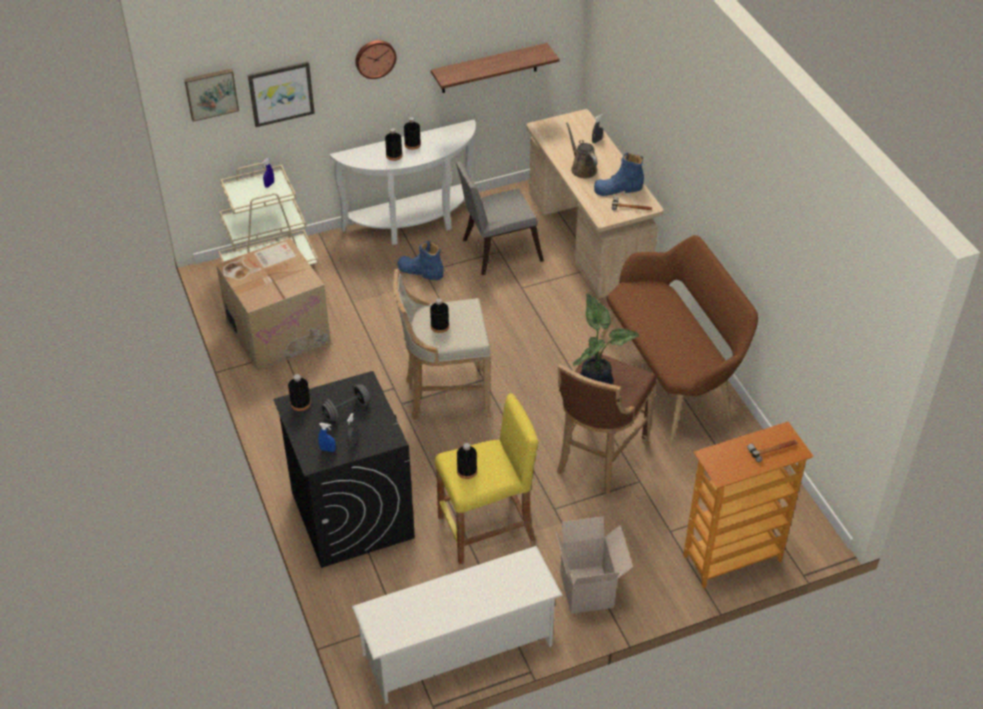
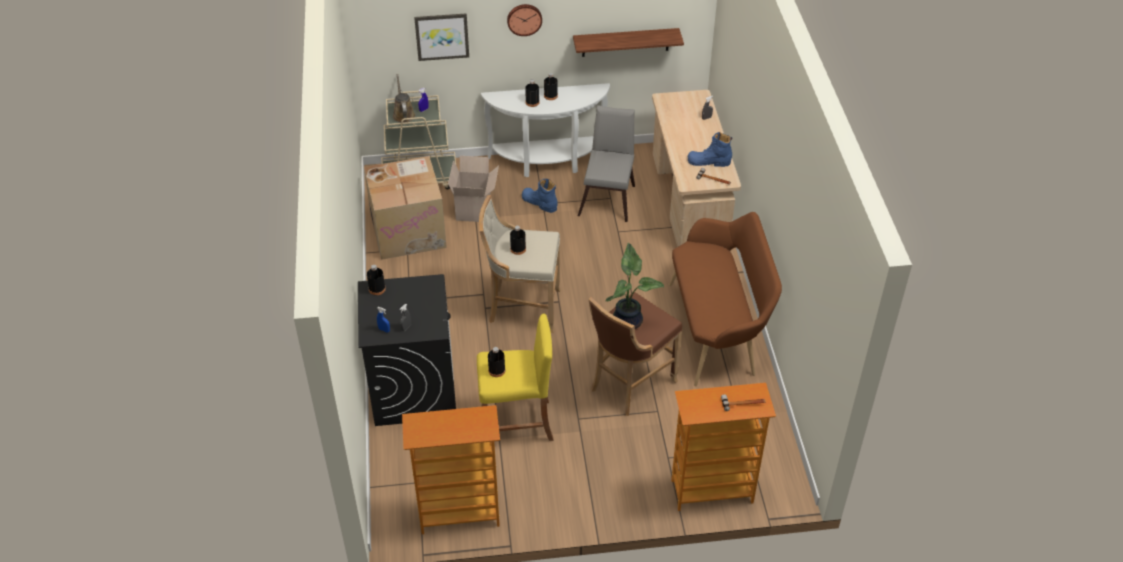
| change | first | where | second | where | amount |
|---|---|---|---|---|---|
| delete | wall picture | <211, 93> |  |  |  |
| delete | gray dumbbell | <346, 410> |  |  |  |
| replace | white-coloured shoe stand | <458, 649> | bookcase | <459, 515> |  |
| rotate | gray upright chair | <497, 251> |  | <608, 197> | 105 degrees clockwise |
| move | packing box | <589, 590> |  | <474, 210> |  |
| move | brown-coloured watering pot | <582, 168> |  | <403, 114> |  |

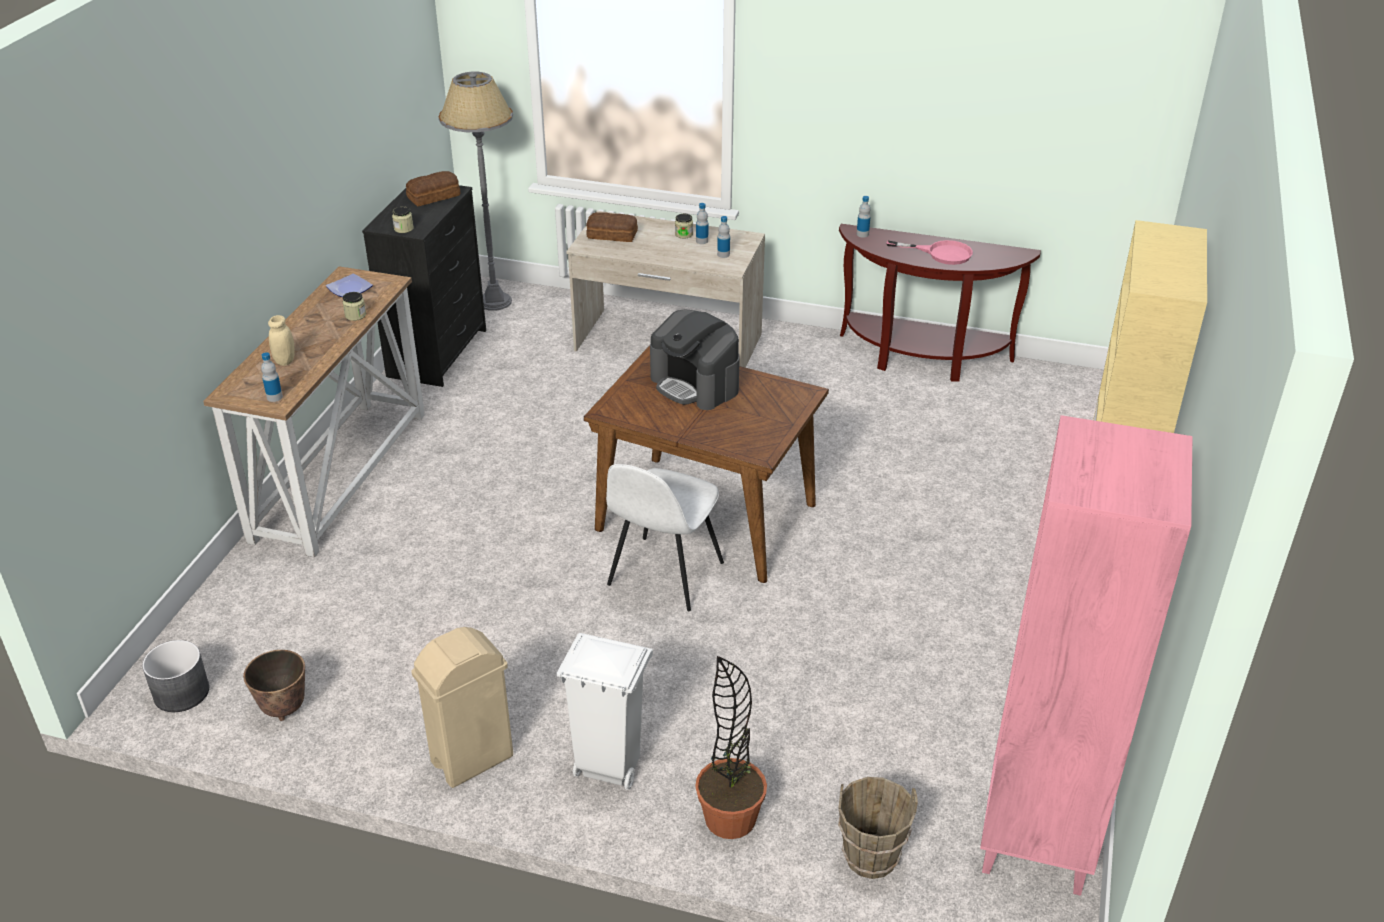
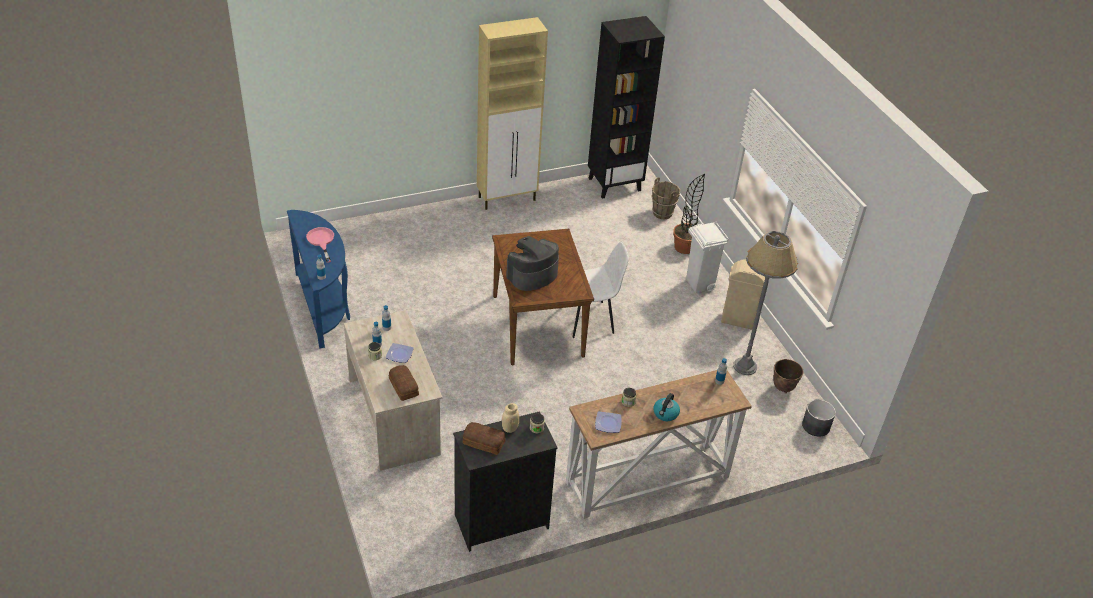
| change | first | where | second | where | amount |
|---|---|---|---|---|---|
| move | beige-coloured storage jar | <285, 361> |  | <510, 428> |  |
| move | gray standard lamp | <494, 302> |  | <745, 366> |  |
| rotate | coffee machine | <695, 384> |  | <532, 275> | 135 degrees counterclockwise |
| recolor | brown-coloured hall table | <922, 358> | bluish hall table | <324, 307> |  |
| recolor | pink bookcase | <1037, 838> | black bookcase | <614, 184> |  |
| insert |  |  | plate | <399, 354> |  |
| insert |  |  | kettle | <665, 414> |  |

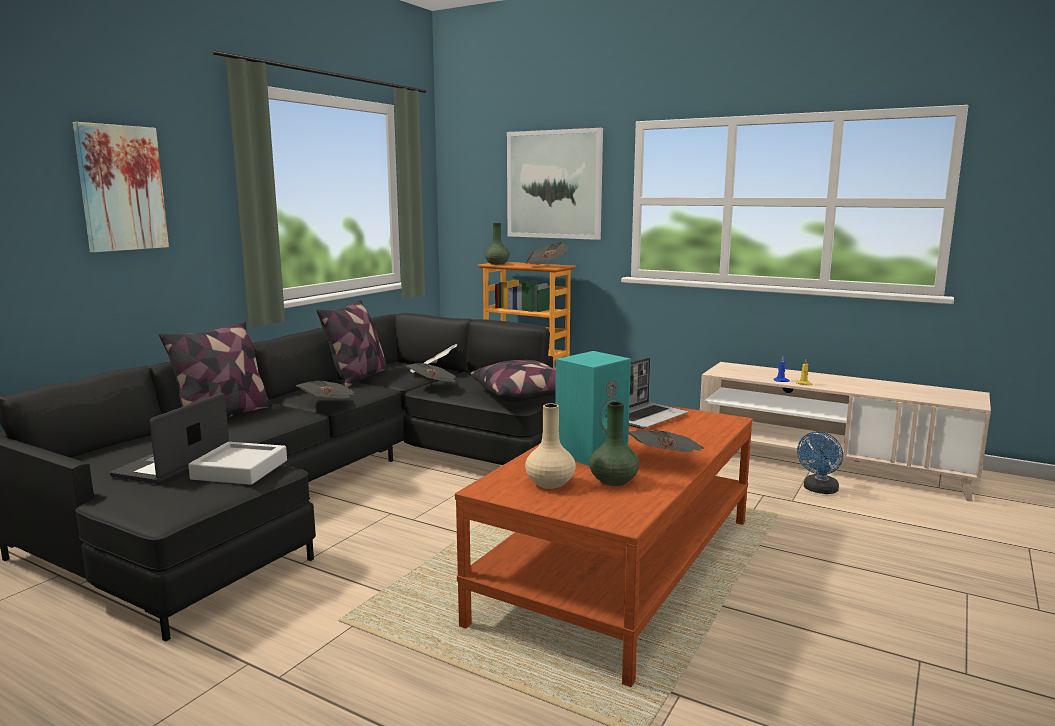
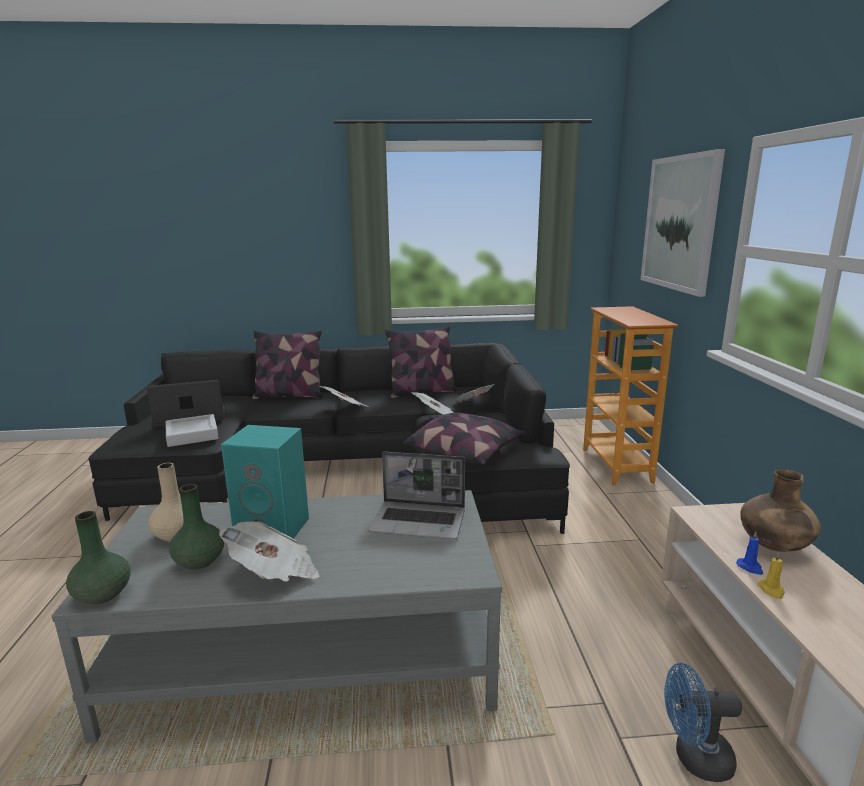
| change | first | where | second | where | amount |
|---|---|---|---|---|---|
| delete | wall picture | <121, 188> |  |  |  |
| recolor | brown-coloured coffee table | <621, 567> | gray coffee table | <309, 655> |  |
| move | greenish vase | <497, 264> |  | <102, 595> |  |
| delete | printed paper | <546, 266> |  |  |  |
| insert |  |  | brown-coloured vase | <774, 546> |  |

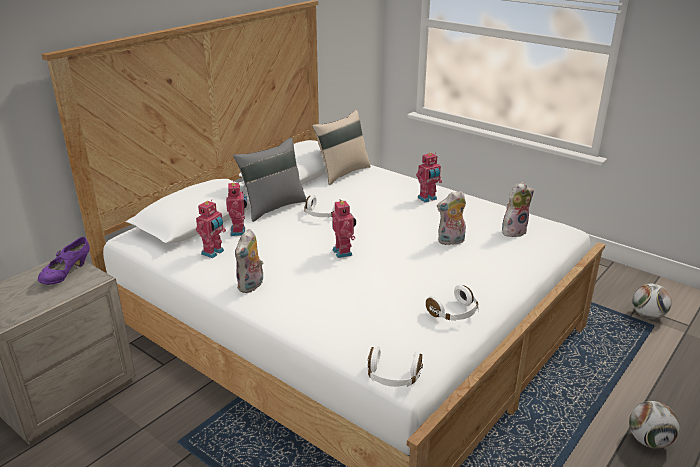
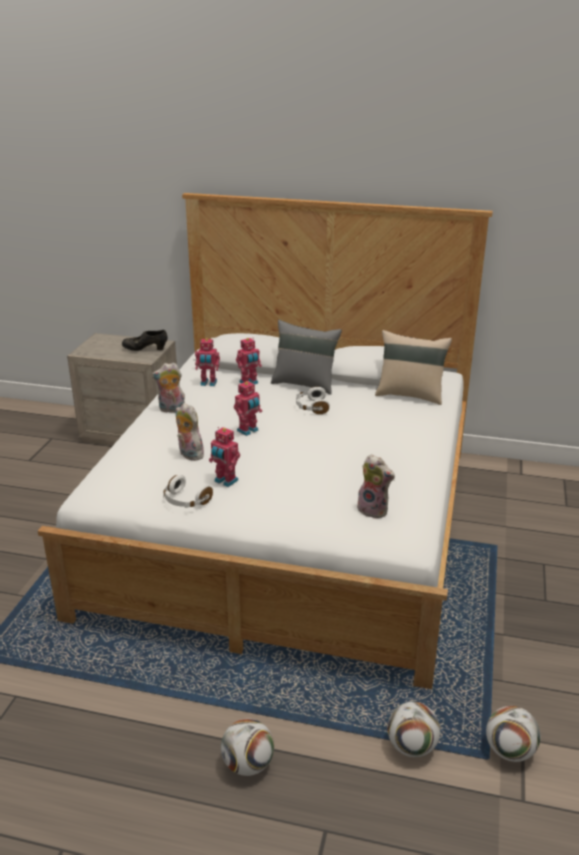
| change | first | where | second | where | amount |
|---|---|---|---|---|---|
| recolor | purple-coloured item of footwear | <67, 274> | black item of footwear | <145, 349> |  |
| delete | white-coloured headset | <393, 377> |  |  |  |
| move | toy robot | <428, 199> |  | <225, 481> |  |
| move | plush toy | <451, 241> |  | <189, 454> |  |
| insert |  |  | football ball | <411, 747> |  |

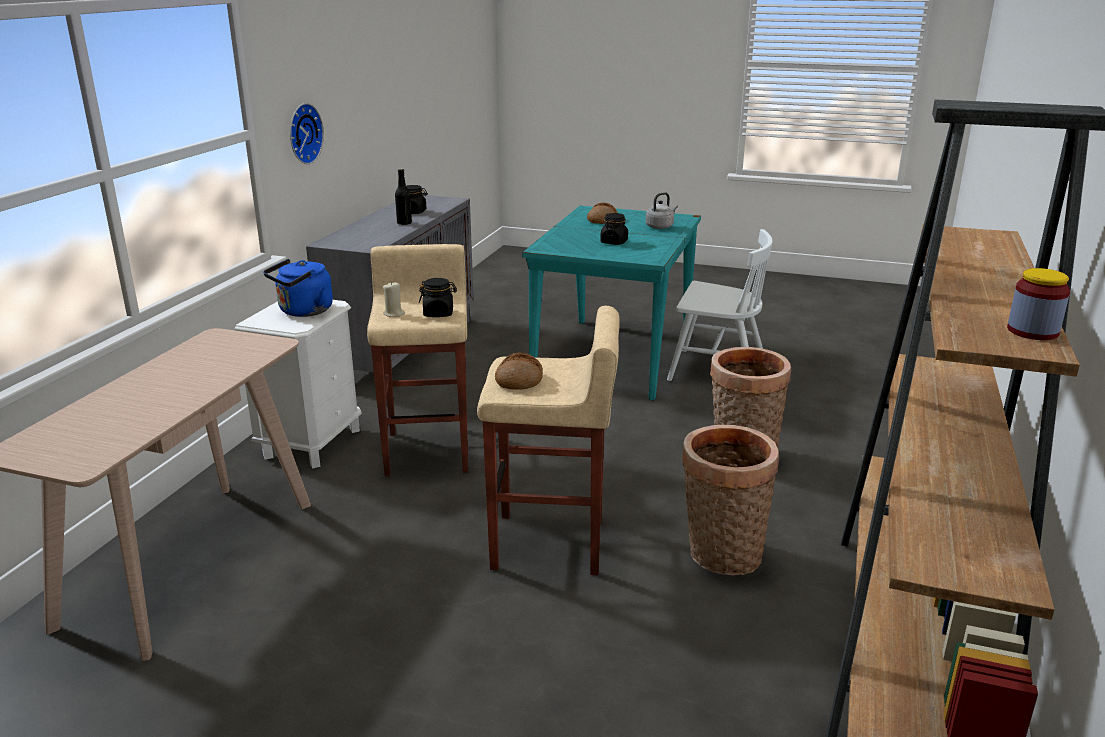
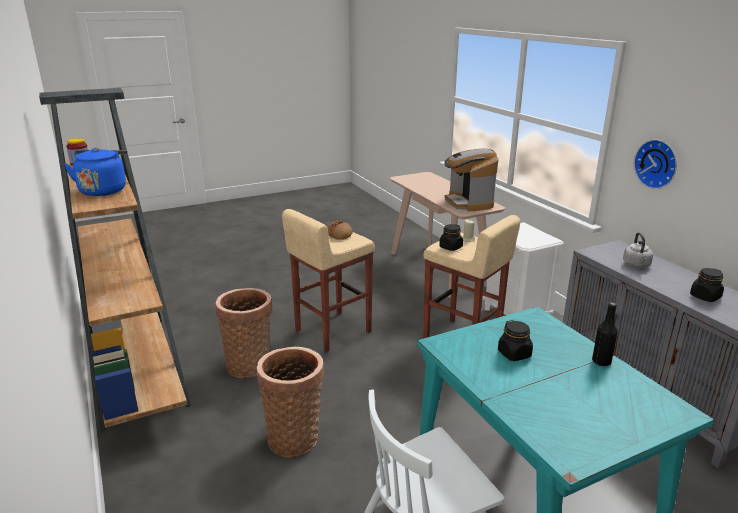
| change | first | where | second | where | amount |
|---|---|---|---|---|---|
| move | bluish kettle | <303, 312> |  | <103, 190> |  |
| move | black drink bottle | <404, 223> |  | <601, 361> |  |
| delete | bakery bread | <602, 220> |  |  |  |
| move | gray kettle | <660, 227> |  | <636, 265> |  |
| insert |  |  | coffee machine | <468, 203> |  |

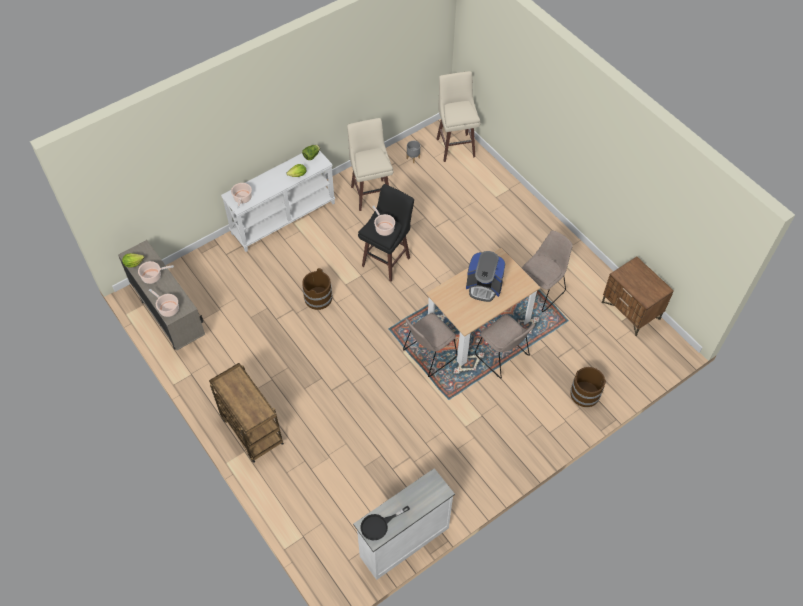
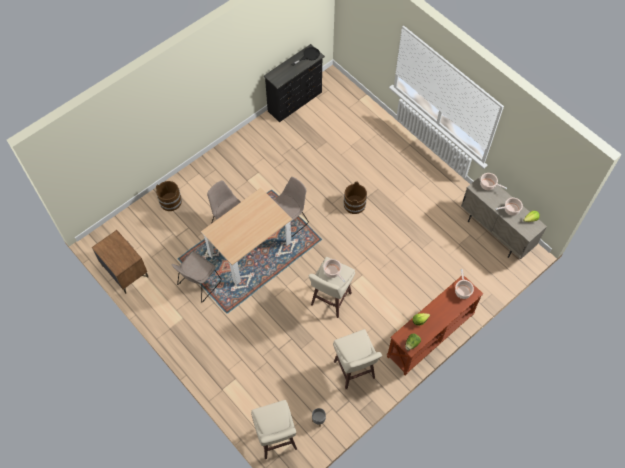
| change | first | where | second | where | amount |
|---|---|---|---|---|---|
| delete | brown-coloured wheeled cart | <251, 430> |  |  |  |
| recolor | white-coloured hall table | <283, 217> | brown-coloured hall table | <430, 336> |  |
| move | brown-coloured pail | <318, 298> |  | <354, 204> |  |
| recolor | white-coloured dresser | <403, 541> | black dresser | <295, 102> |  |
| recolor | black sitting stool | <387, 261> | beige-coloured sitting stool | <330, 300> |  |
| delete | coffee machine | <484, 286> |  |  |  |

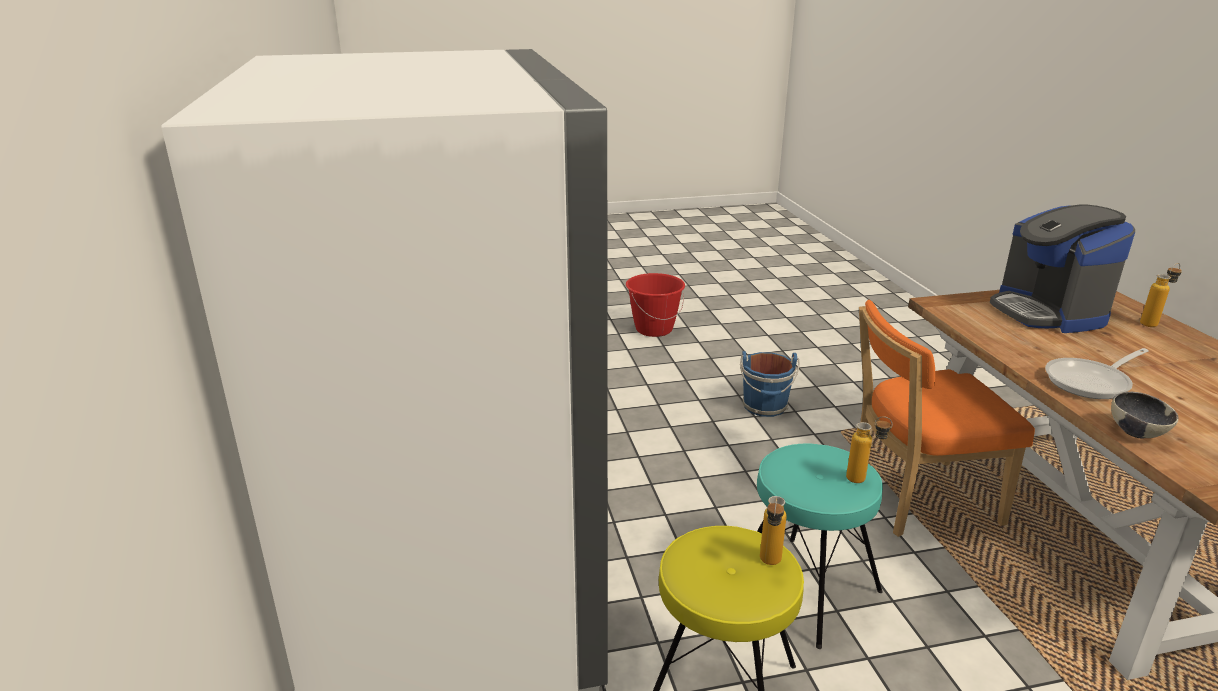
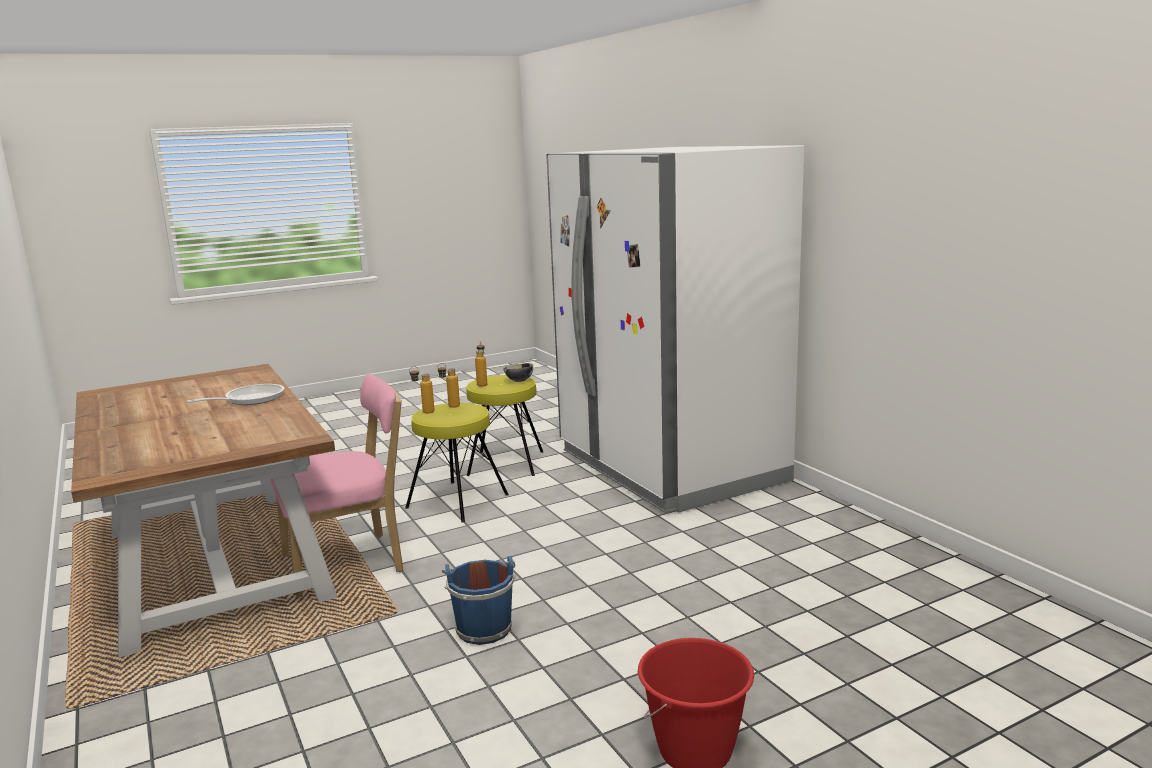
| change | first | where | second | where | amount |
|---|---|---|---|---|---|
| recolor | blue-green sitting stool | <804, 590> | yellowish sitting stool | <457, 501> |  |
| recolor | orange-coloured upright chair | <915, 499> | pink upright chair | <349, 563> |  |
| delete | coffee machine | <1047, 312> |  |  |  |
| move | deep dish | <1136, 432> |  | <519, 381> |  |
| move | drink bottle | <1152, 323> |  | <450, 407> |  |

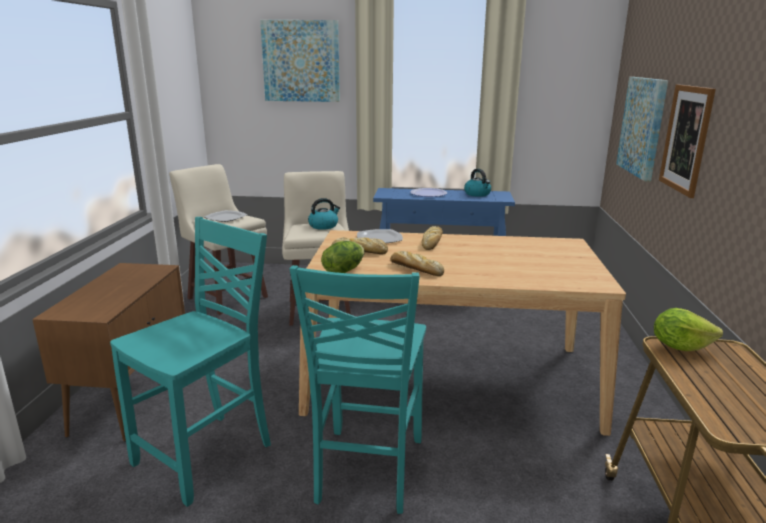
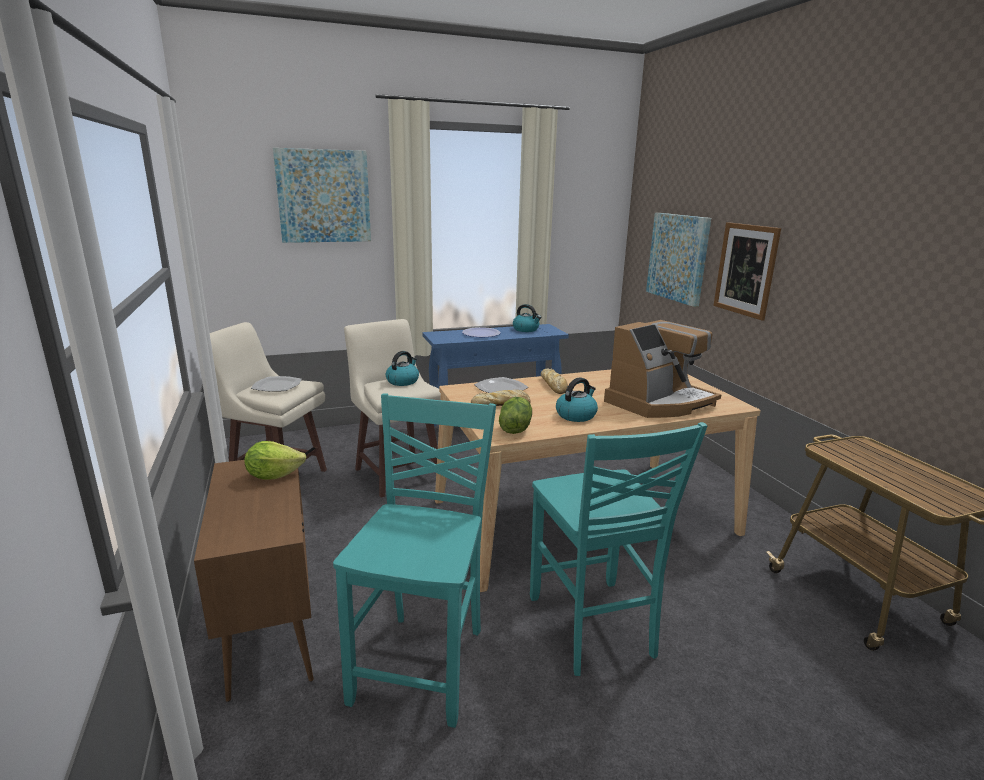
| change | first | where | second | where | amount |
|---|---|---|---|---|---|
| replace | bakery bread | <415, 268> | kettle | <576, 415> |  |
| move | lettuce | <680, 346> |  | <273, 475> |  |
| insert |  |  | coffee machine | <659, 403> |  |

